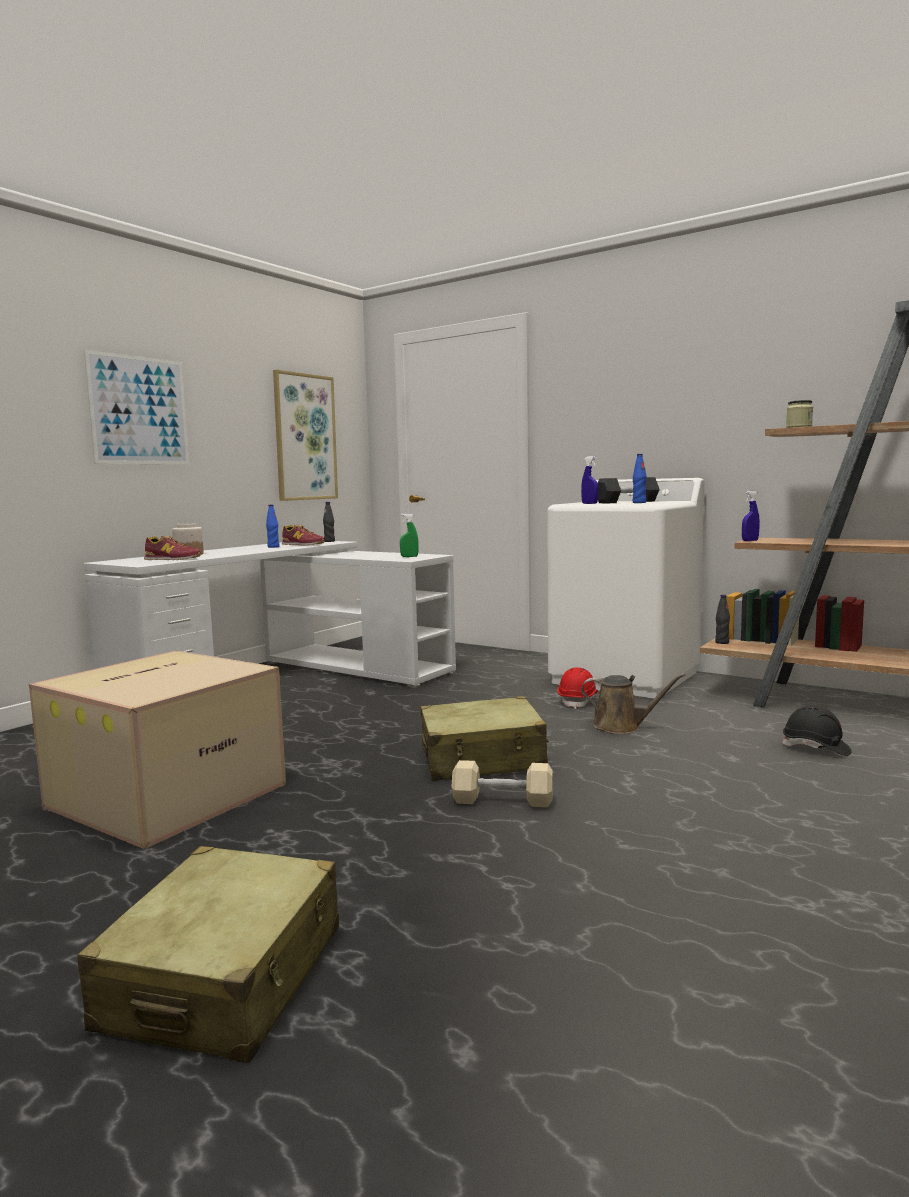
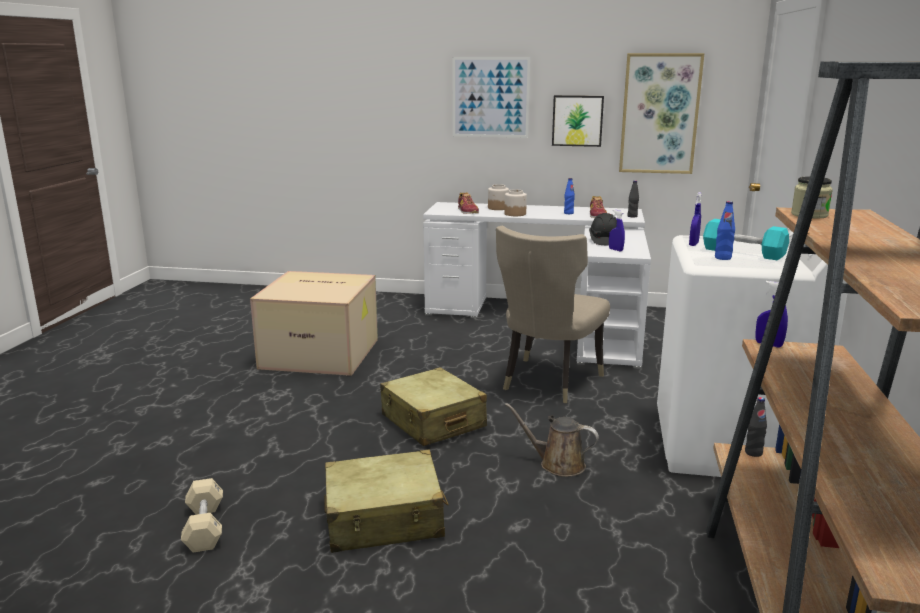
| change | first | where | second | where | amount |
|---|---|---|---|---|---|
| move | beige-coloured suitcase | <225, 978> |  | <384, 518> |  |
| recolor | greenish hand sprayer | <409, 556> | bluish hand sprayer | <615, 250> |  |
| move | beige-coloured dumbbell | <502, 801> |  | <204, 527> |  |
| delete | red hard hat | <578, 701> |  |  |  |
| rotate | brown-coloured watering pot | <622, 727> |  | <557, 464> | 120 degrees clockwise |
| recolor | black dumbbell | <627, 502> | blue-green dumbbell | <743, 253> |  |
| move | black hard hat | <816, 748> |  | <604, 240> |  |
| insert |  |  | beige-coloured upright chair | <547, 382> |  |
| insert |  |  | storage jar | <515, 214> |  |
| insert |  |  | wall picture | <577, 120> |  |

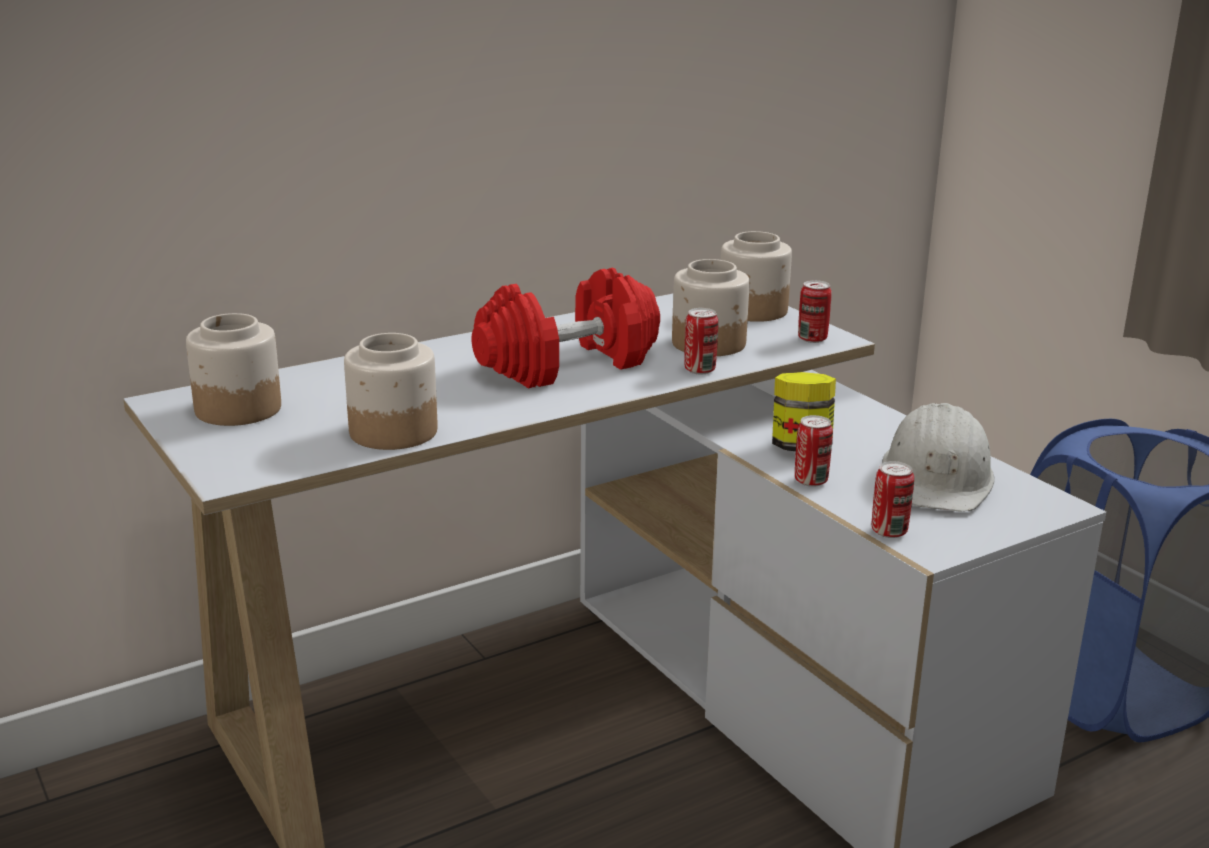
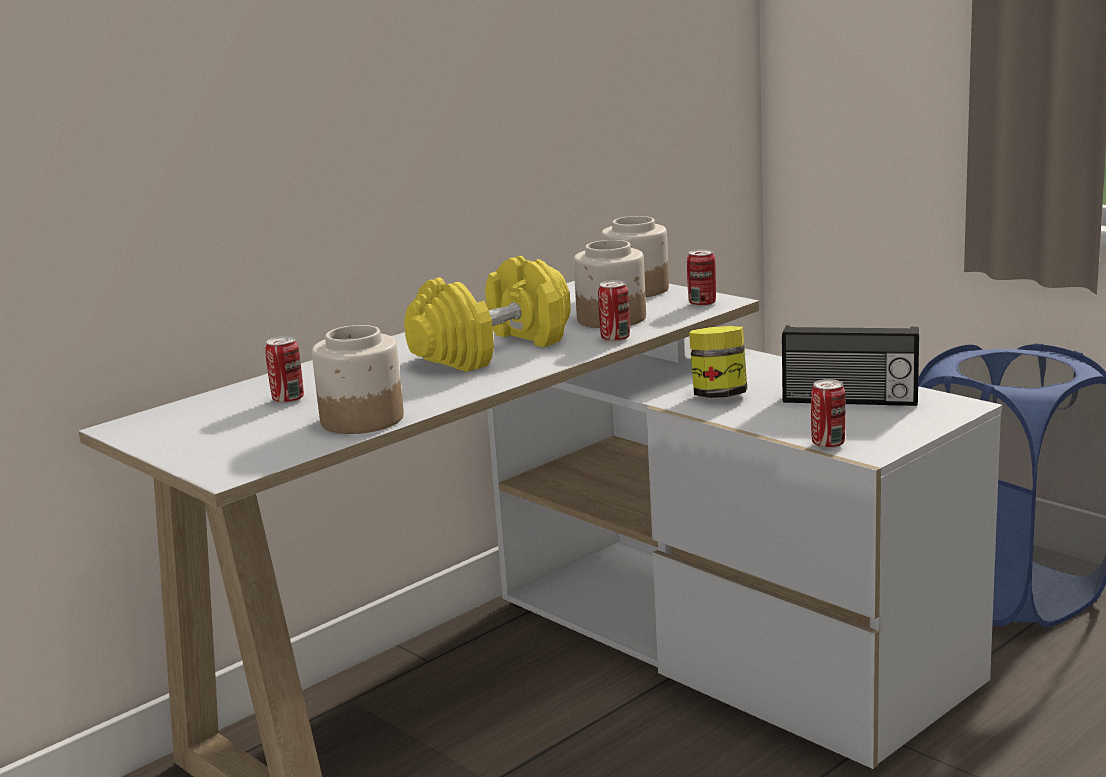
| change | first | where | second | where | amount |
|---|---|---|---|---|---|
| delete | storage jar | <237, 409> |  |  |  |
| recolor | red dumbbell | <567, 364> | yellowish dumbbell | <492, 350> |  |
| move | can | <811, 481> |  | <288, 399> |  |
| replace | white-coloured hard hat | <938, 478> | radio receiver | <849, 400> |  |

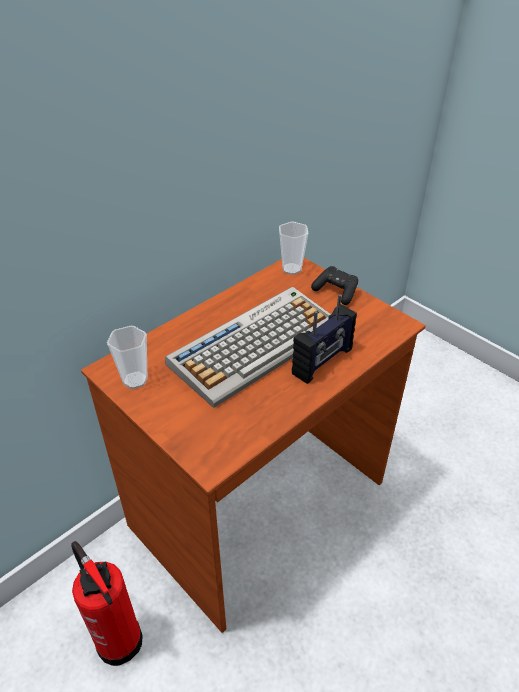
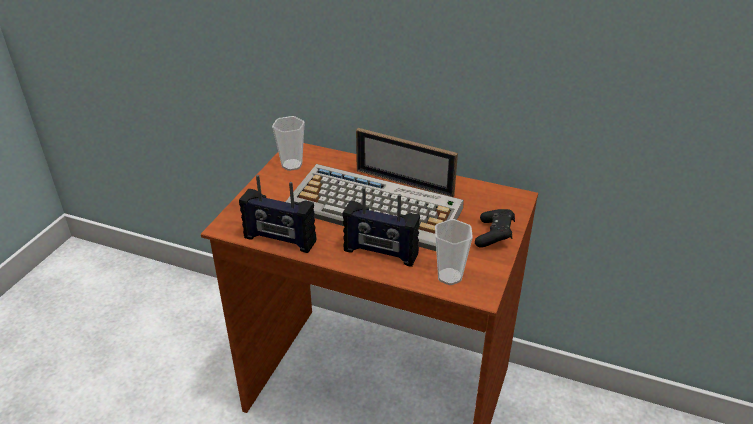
| change | first | where | second | where | amount |
|---|---|---|---|---|---|
| delete | fire-fighting cylinder | <118, 636> |  |  |  |
| move | cup | <291, 269> |  | <449, 276> |  |
| insert |  |  | radio receiver | <279, 240> |  |
| insert |  |  | photo frame | <404, 183> |  |

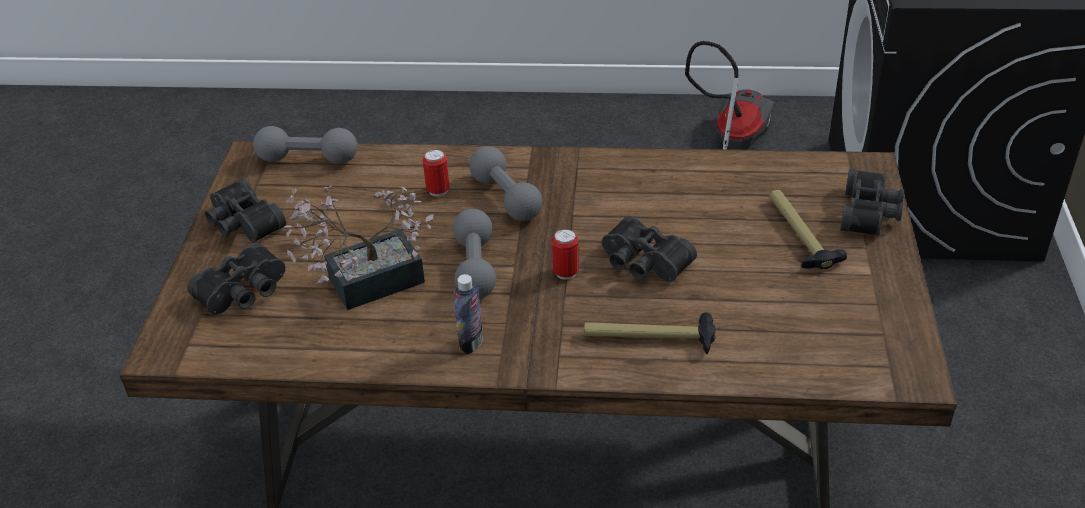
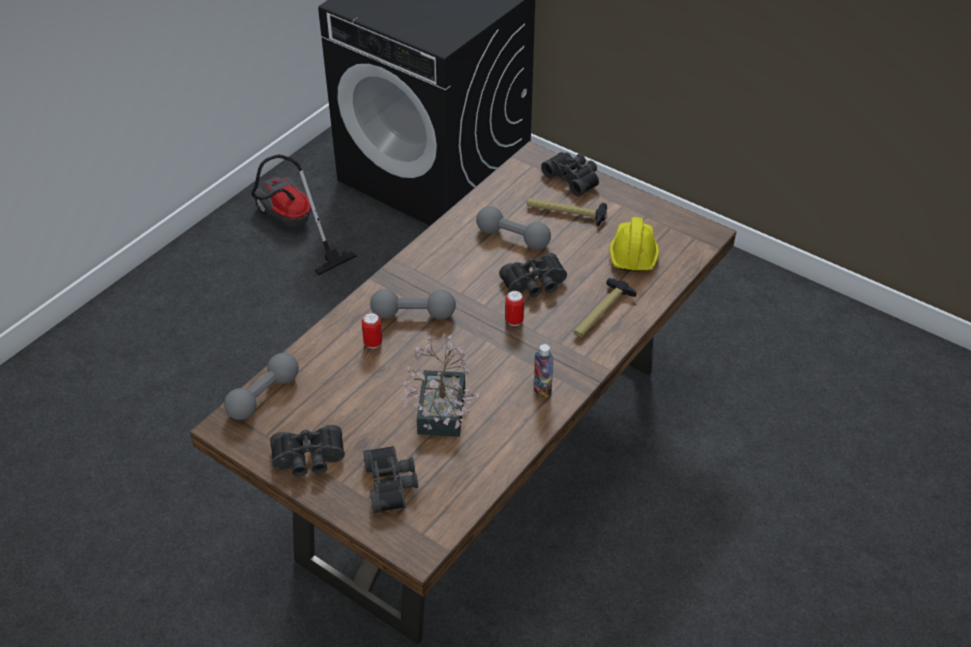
| change | first | where | second | where | amount |
|---|---|---|---|---|---|
| move | gray dumbbell | <475, 268> |  | <513, 238> |  |
| insert |  |  | yellowish hard hat | <633, 252> |  |

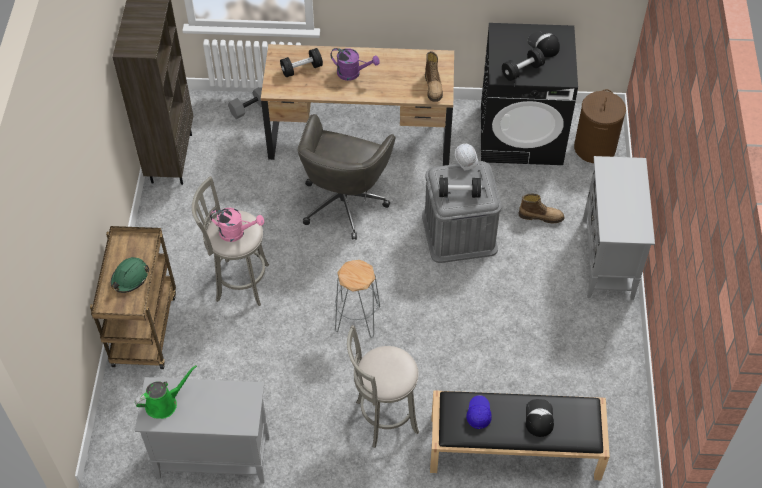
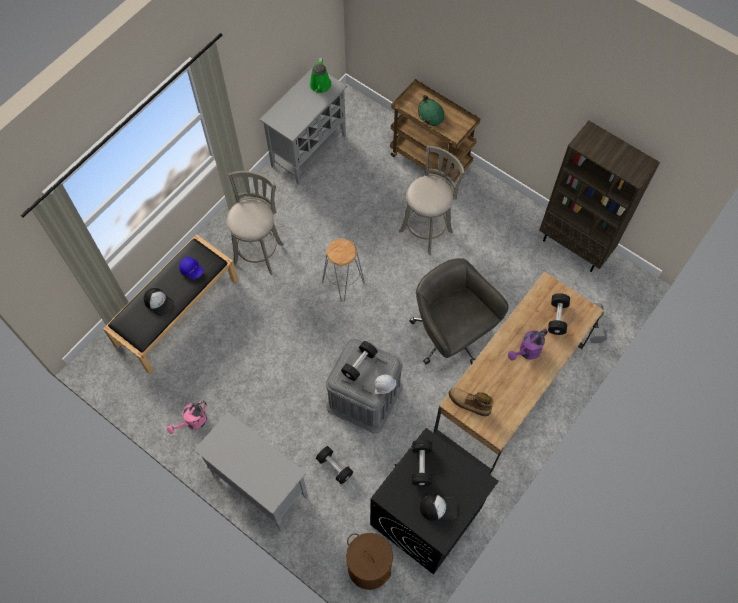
| change | first | where | second | where | amount |
|---|---|---|---|---|---|
| move | pink watering pot | <236, 233> |  | <193, 422> |  |
| replace | high-top boot | <541, 216> | black dumbbell | <334, 467> |  |

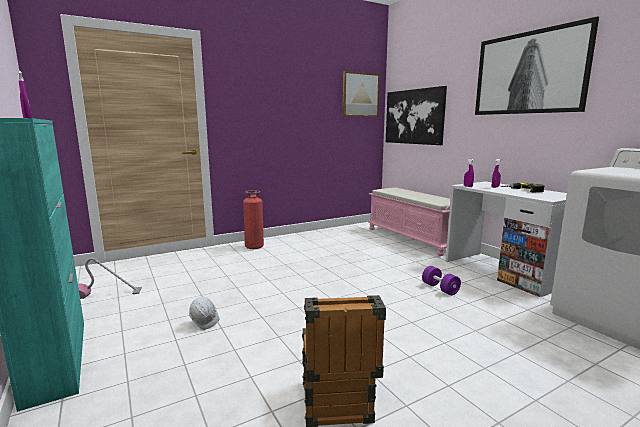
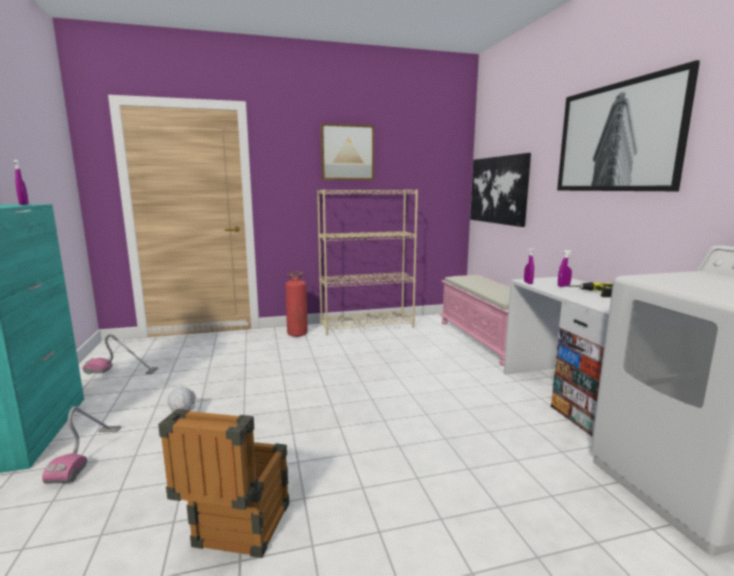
| change | first | where | second | where | amount |
|---|---|---|---|---|---|
| move | wall picture | <360, 95> |  | <347, 152> |  |
| delete | purple-coloured dumbbell | <440, 288> |  |  |  |
| insert |  |  | vacuum | <87, 454> |  |
| insert |  |  | beige-coloured bookcase | <367, 325> |  |

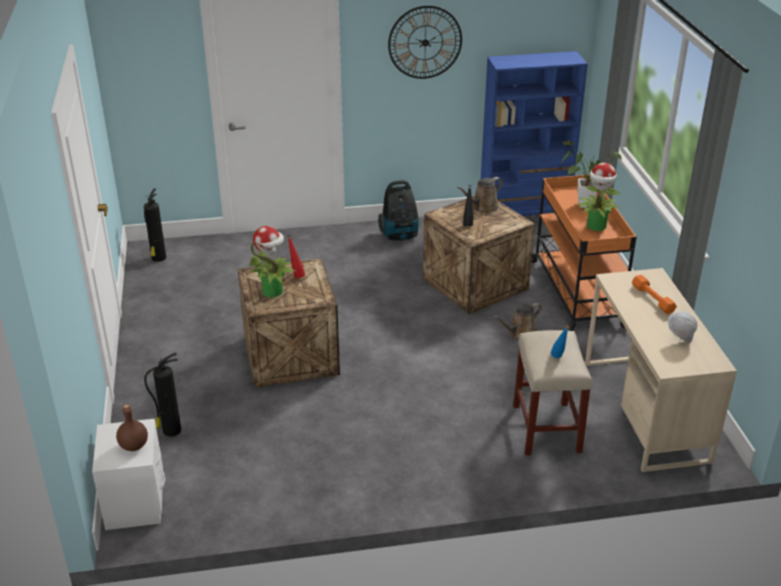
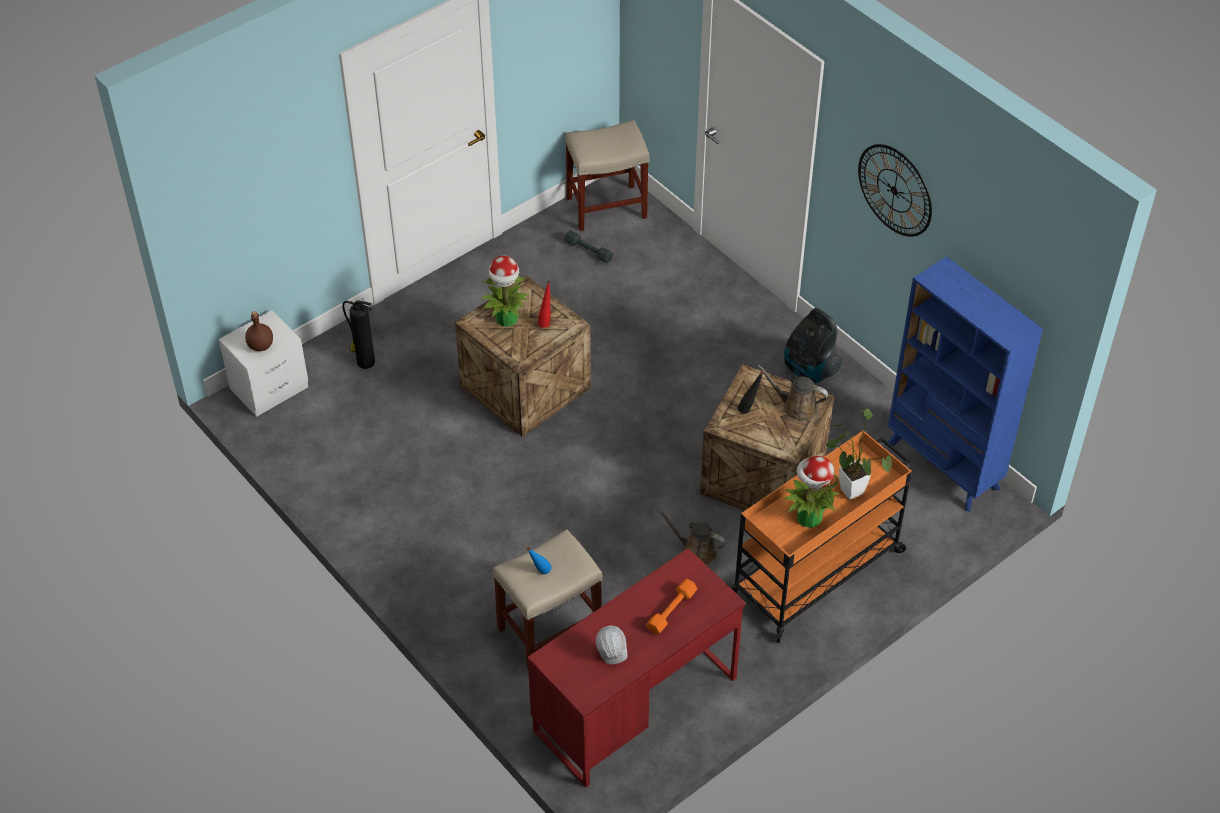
| change | first | where | second | where | amount |
|---|---|---|---|---|---|
| replace | fire-fighting cylinder | <158, 258> | beige-coloured sitting stool | <607, 207> |  |
| recolor | beige-coloured desk | <644, 410> | red desk | <635, 704> |  |
| insert |  |  | gray dumbbell | <588, 250> |  |

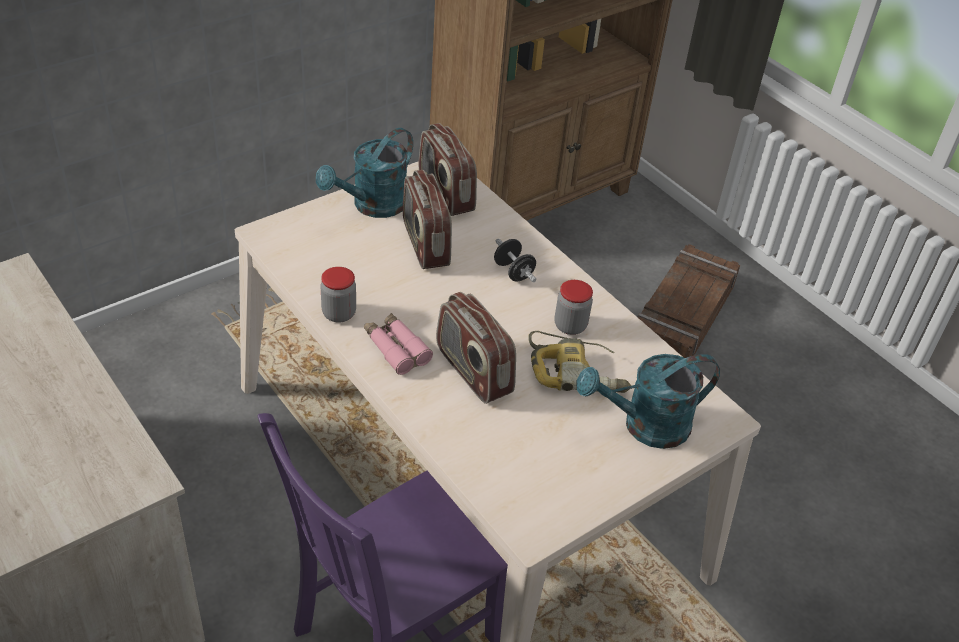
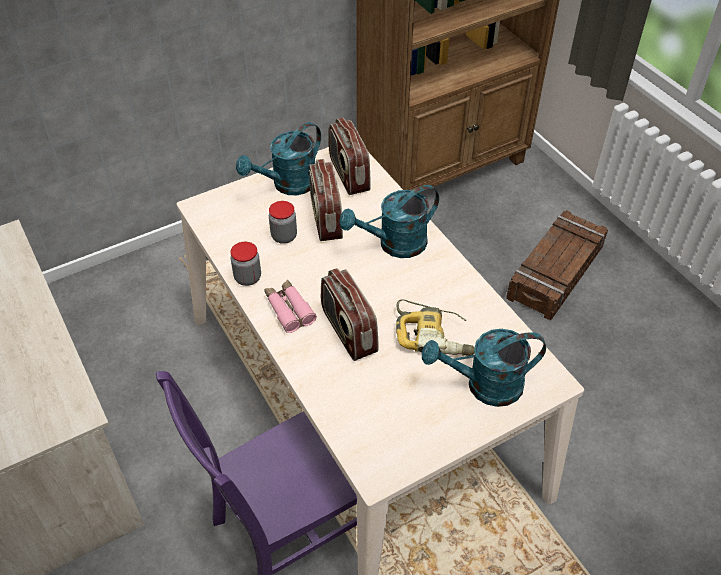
| change | first | where | second | where | amount |
|---|---|---|---|---|---|
| replace | black dumbbell | <513, 272> | blue-green watering pot | <394, 245> |  |
| move | storage jar | <570, 326> |  | <284, 236> |  |

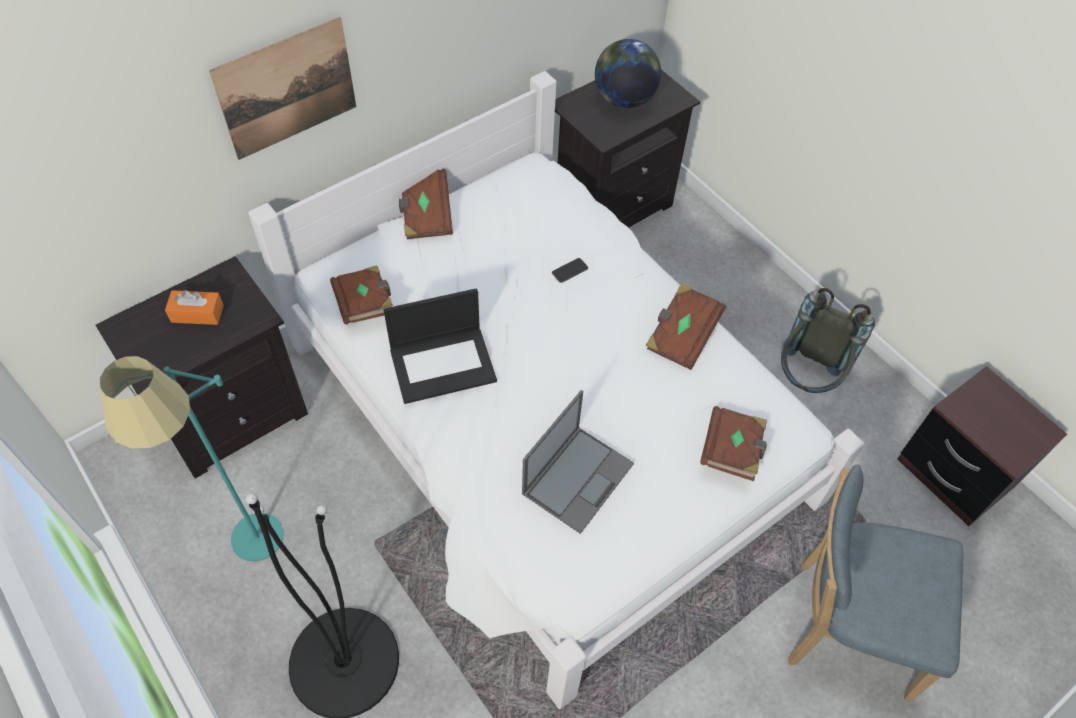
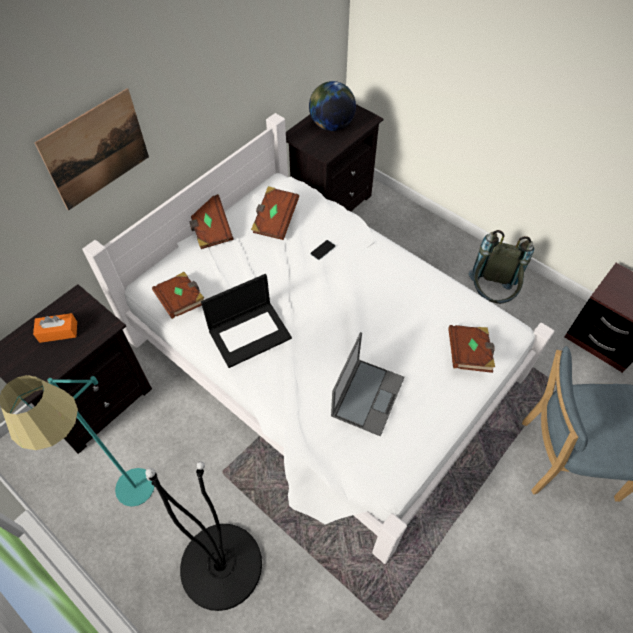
| change | first | where | second | where | amount |
|---|---|---|---|---|---|
| move | brown-coloured book | <681, 335> |  | <275, 221> |  |

